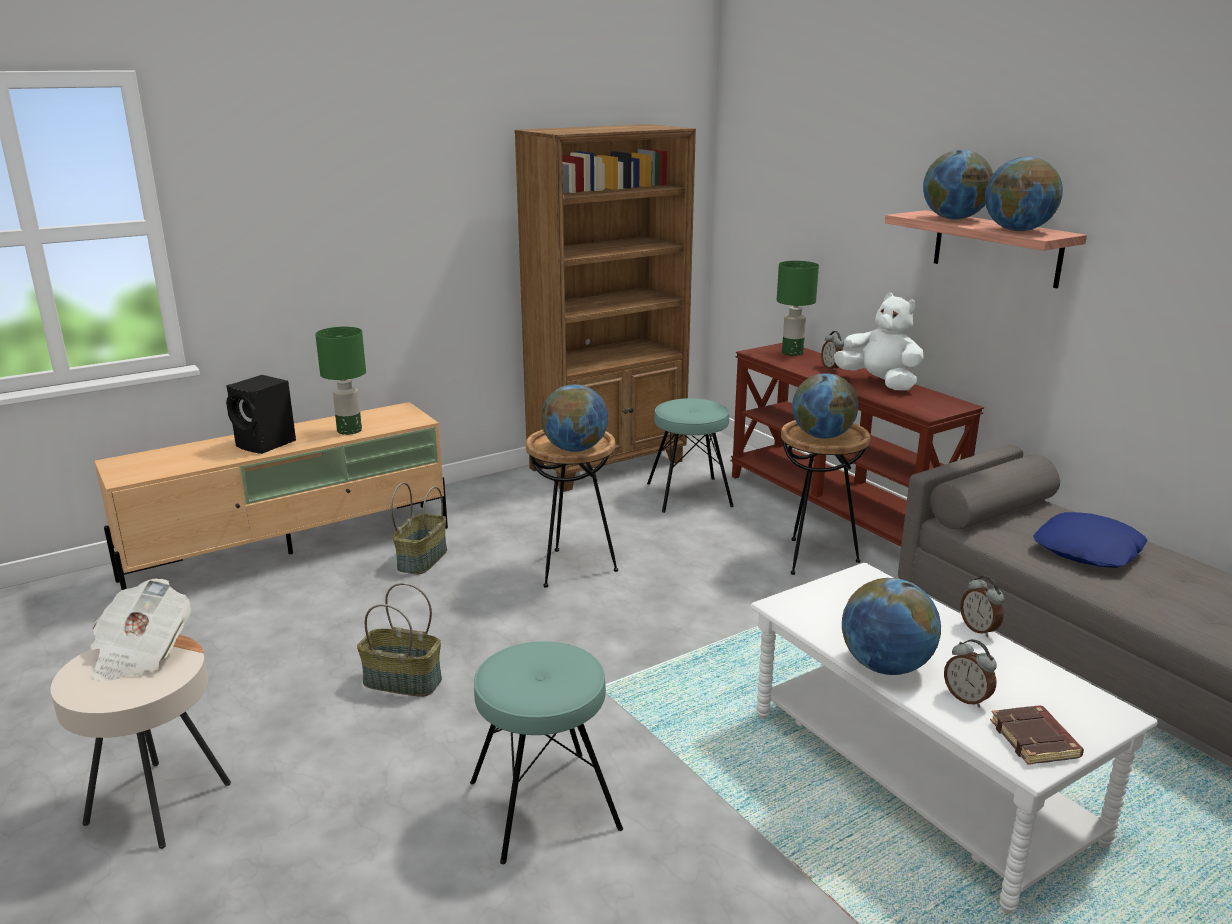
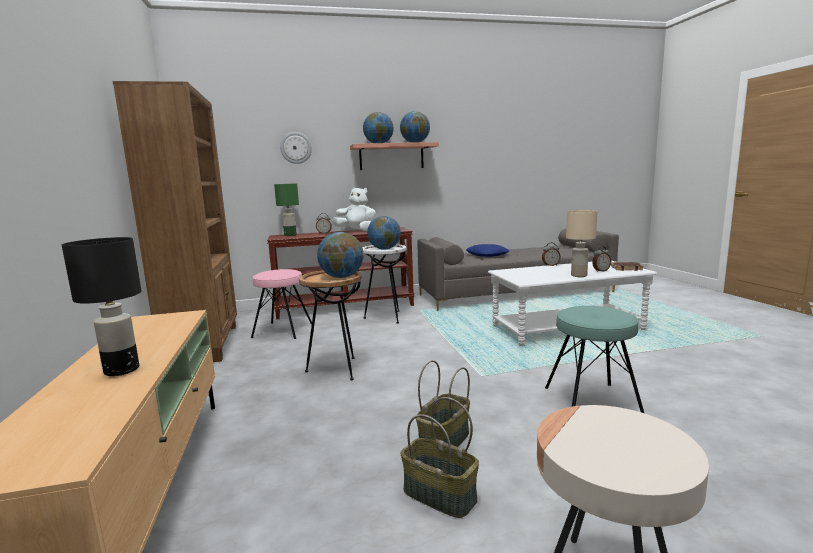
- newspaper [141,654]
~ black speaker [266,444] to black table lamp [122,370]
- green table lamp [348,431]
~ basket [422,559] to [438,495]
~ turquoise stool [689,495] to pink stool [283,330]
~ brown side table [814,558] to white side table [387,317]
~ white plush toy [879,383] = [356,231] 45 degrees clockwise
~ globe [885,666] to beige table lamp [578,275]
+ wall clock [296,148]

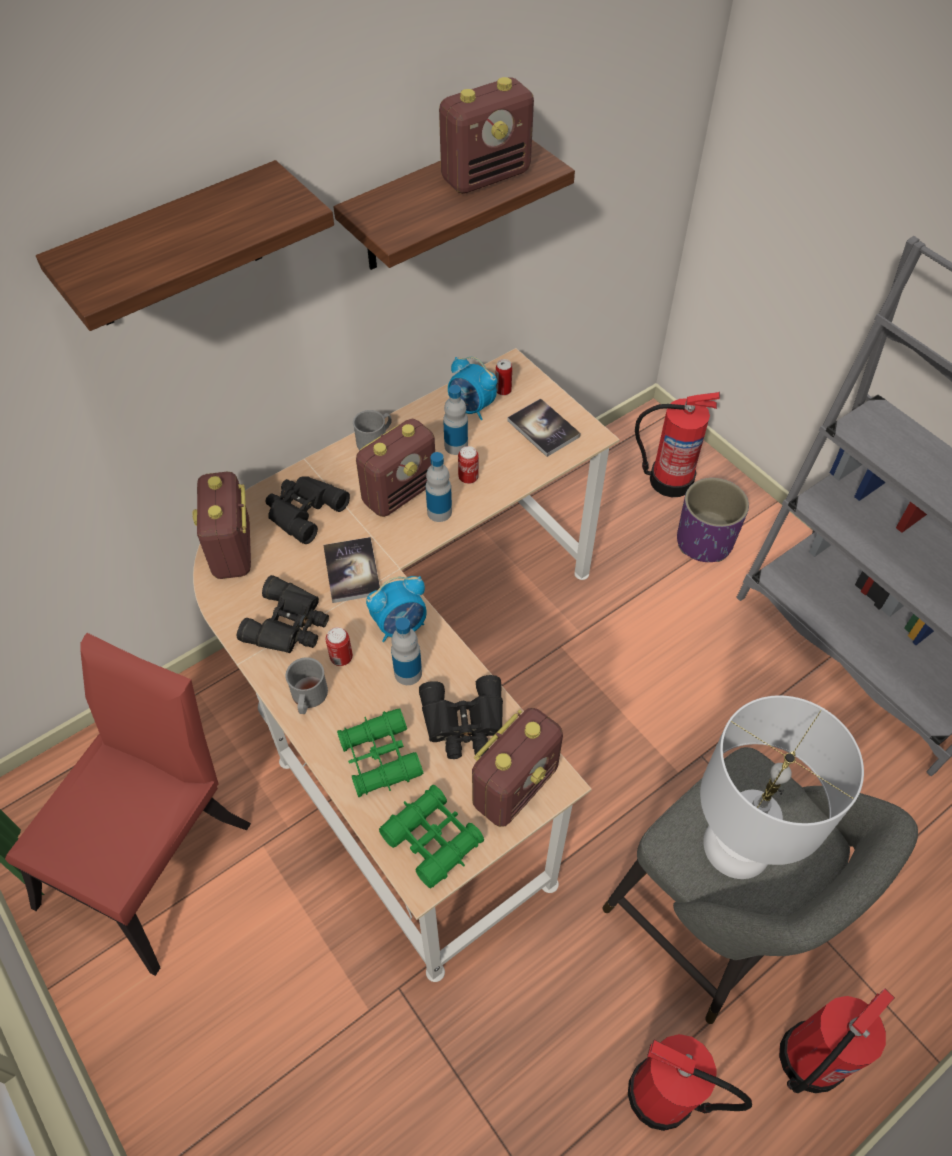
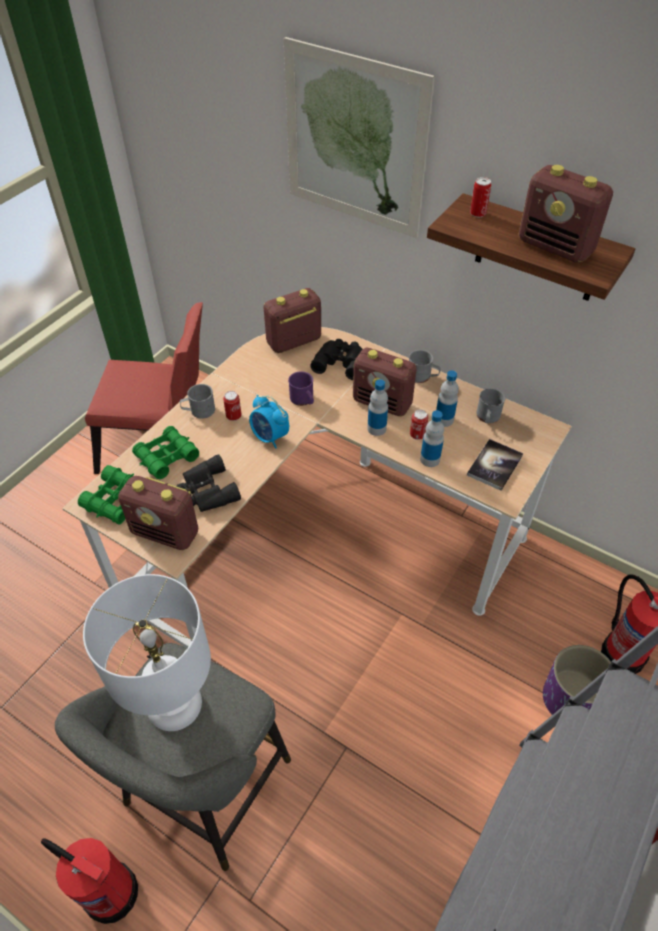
~ shelf [173,248] to picture [354,141]
- black binoculars [289,624]
~ book [352,571] to purple mug [303,400]
~ bottle [408,673] to [430,459]
~ alarm clock [471,408] to grey mug [487,417]
~ can [503,390] to [477,213]
- fire extinguisher [662,1096]

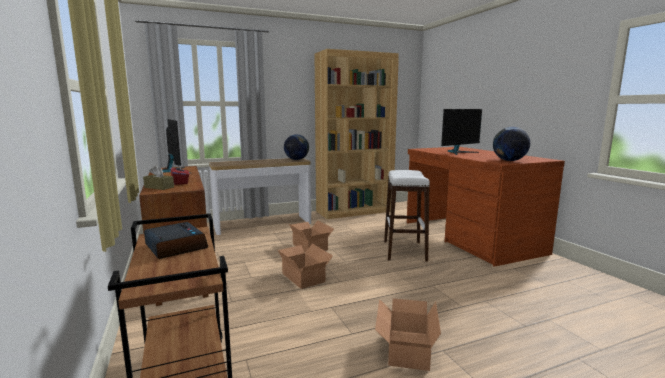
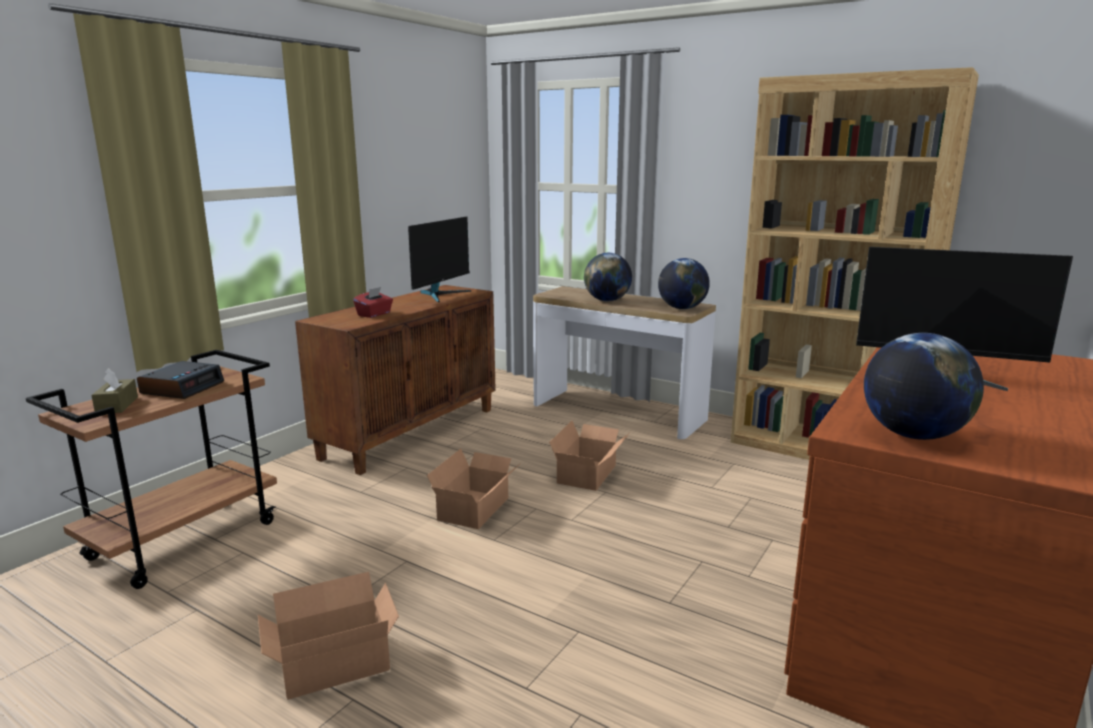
~ brown tissue box [159,187] to [117,405]
- white stool [404,250]
+ globe [607,301]

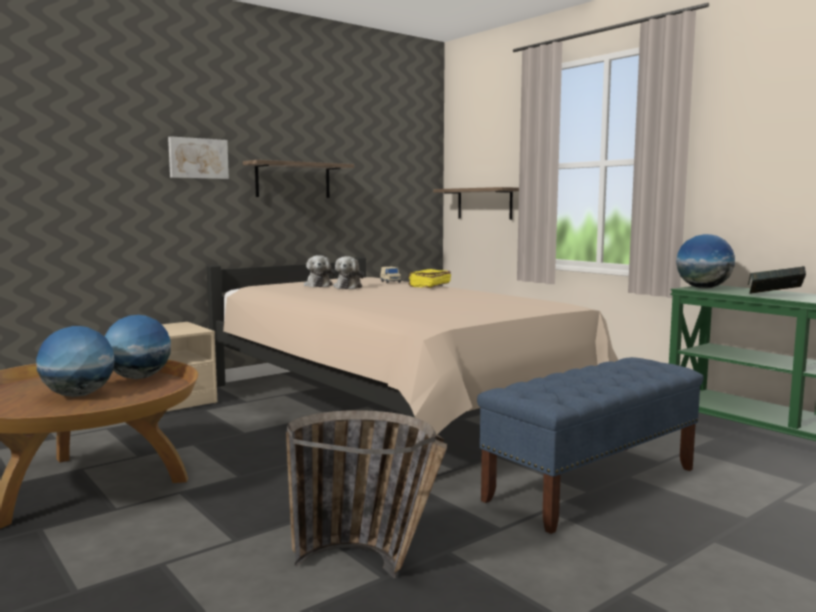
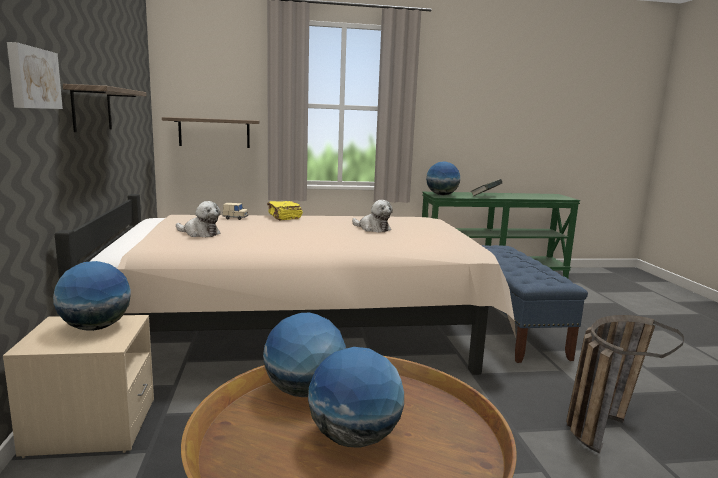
~ plush toy [348,287] to [373,229]
+ globe [96,327]

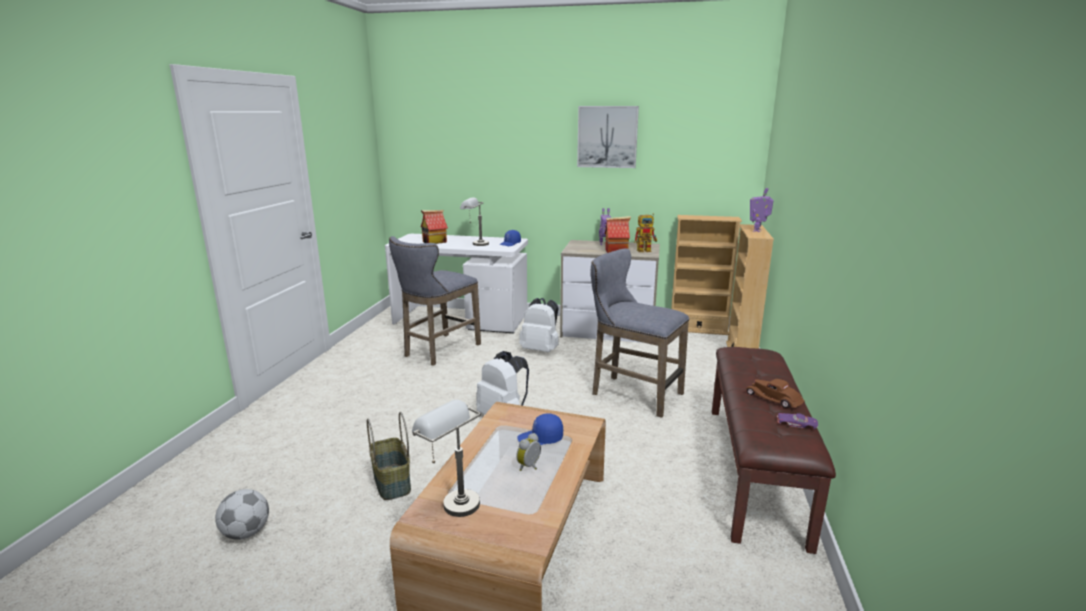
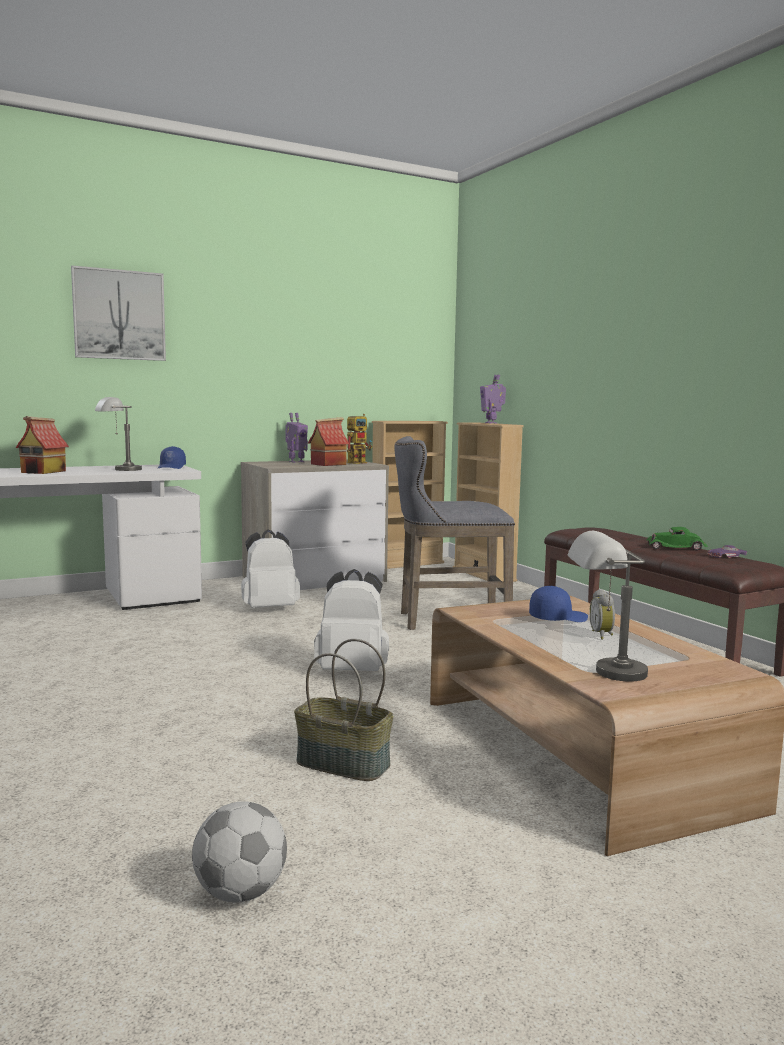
- grey stool [438,351]
~ blue cap [540,439] = [557,618] 150 degrees counterclockwise
~ picture [607,137] to [119,315]
~ brown toy car [774,398] to green toy car [676,548]

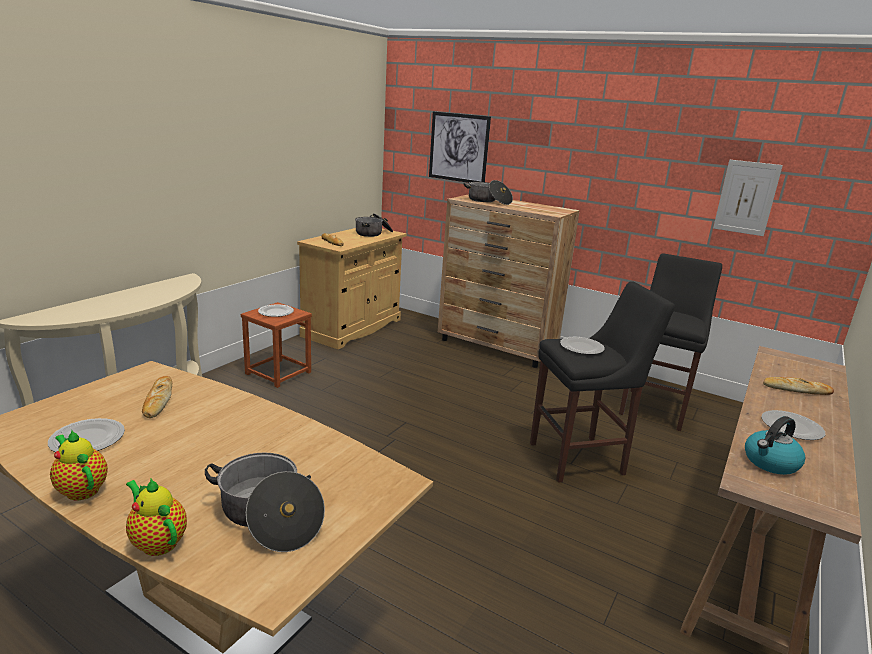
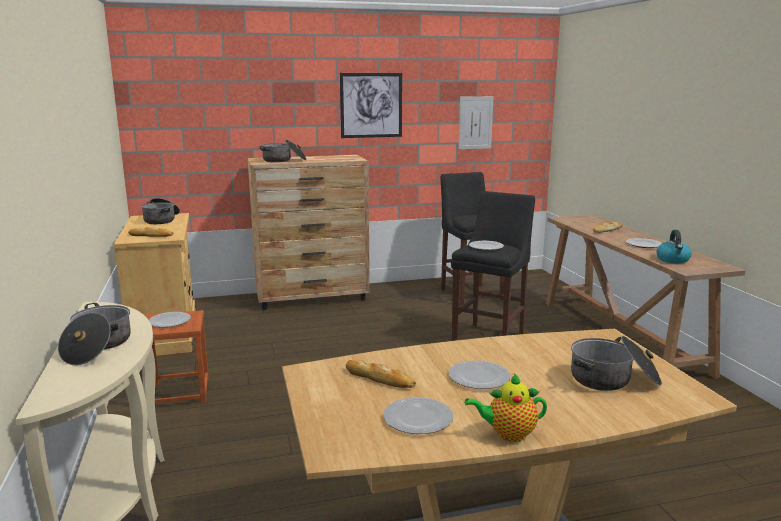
- teapot [157,541]
~ picture [458,147] to [371,105]
+ cooking pot [97,347]
+ plate [478,377]

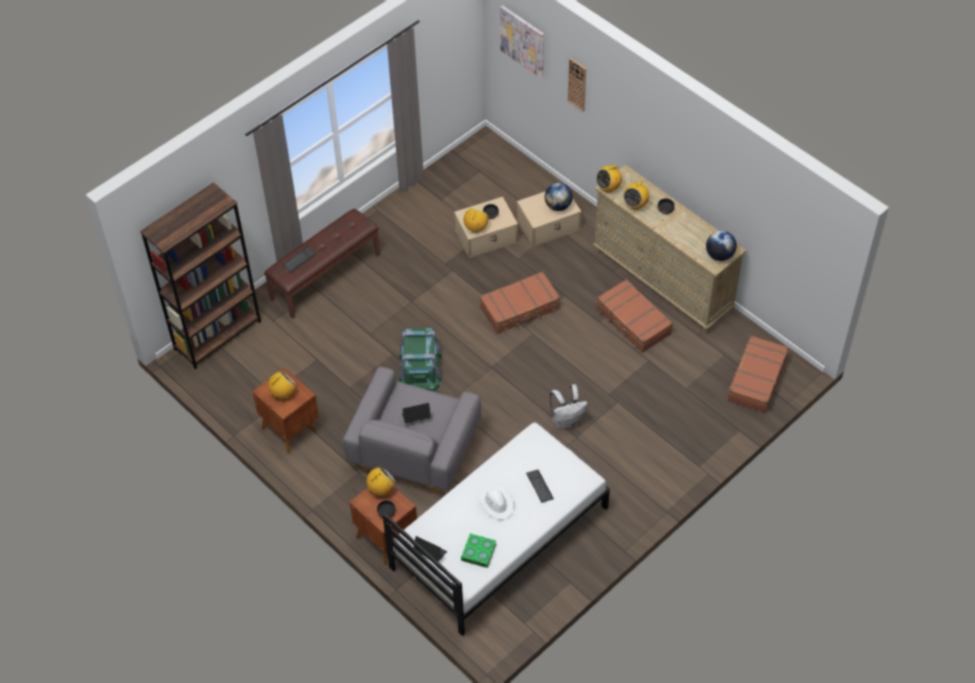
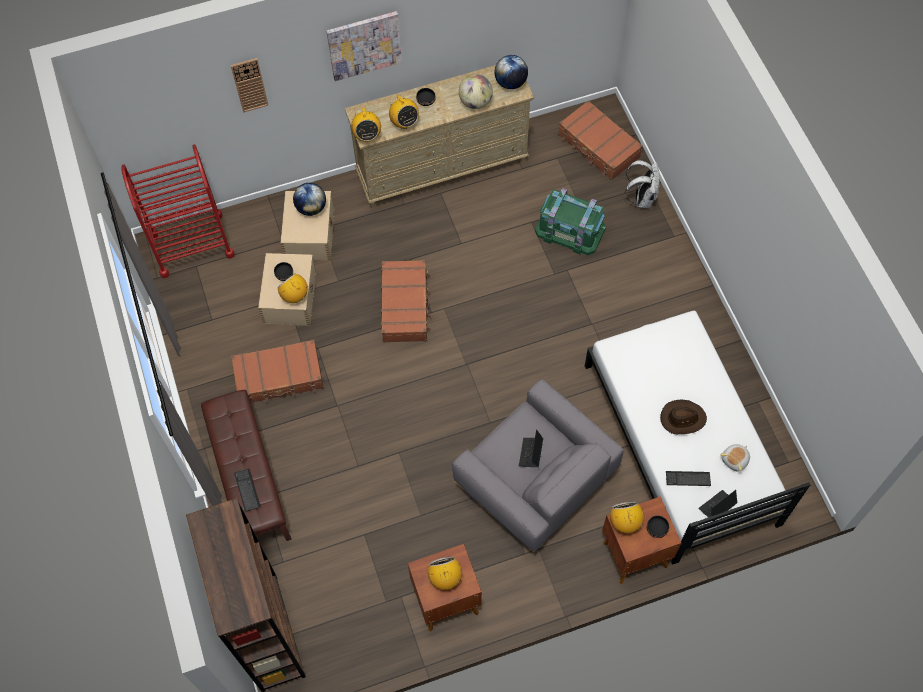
~ green storage box [420,367] to [570,229]
~ book [478,552] to plush toy [735,460]
~ white hat [496,503] to brown hat [682,418]
~ picture [523,41] to [364,45]
~ keyboard [539,486] to [688,479]
~ white backpack [566,421] to [641,198]
~ brown suitcase [633,322] to [279,377]
+ red cart [191,244]
+ globe [475,102]

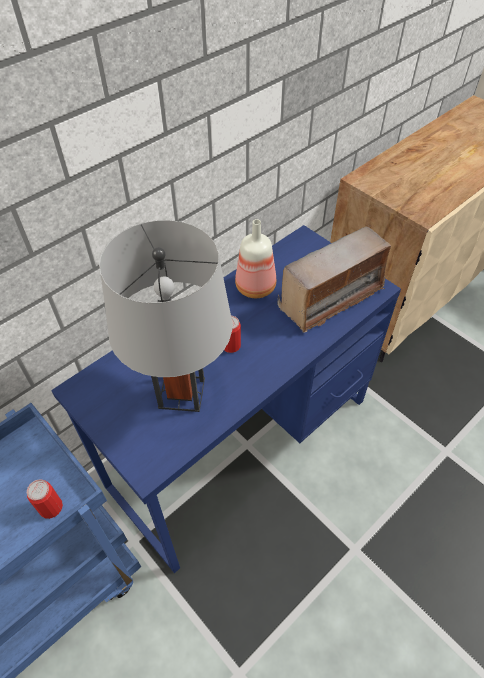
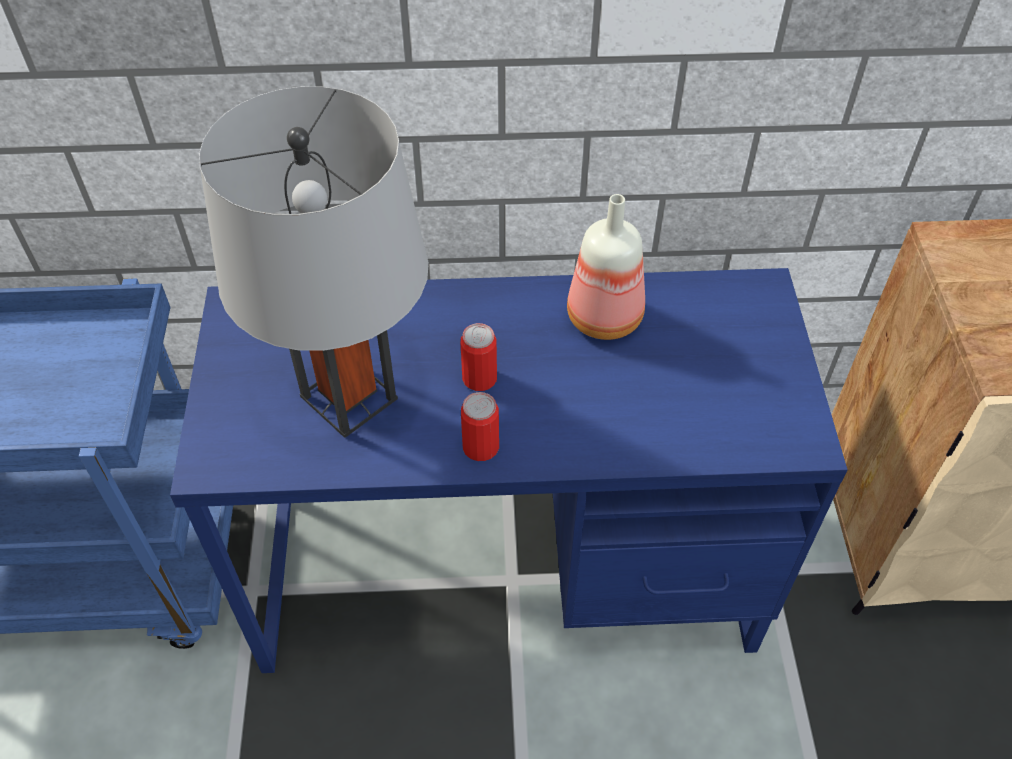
~ can [51,507] to [480,447]
- radio [331,298]

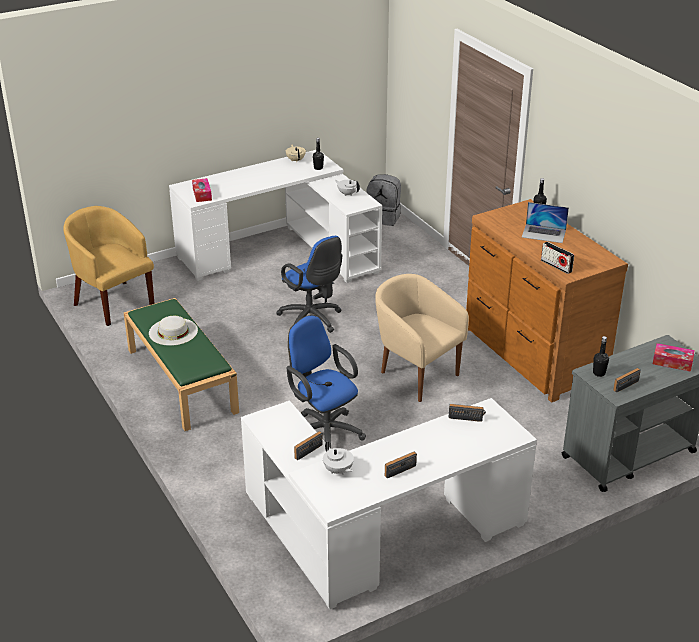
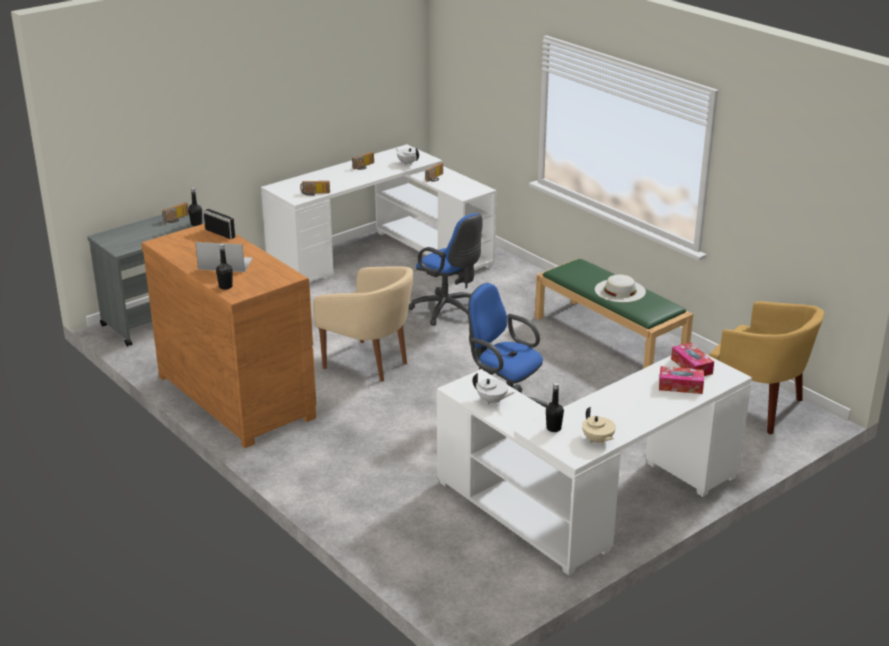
- grey backpack [384,218]
~ tissue box [672,362] to [680,386]

